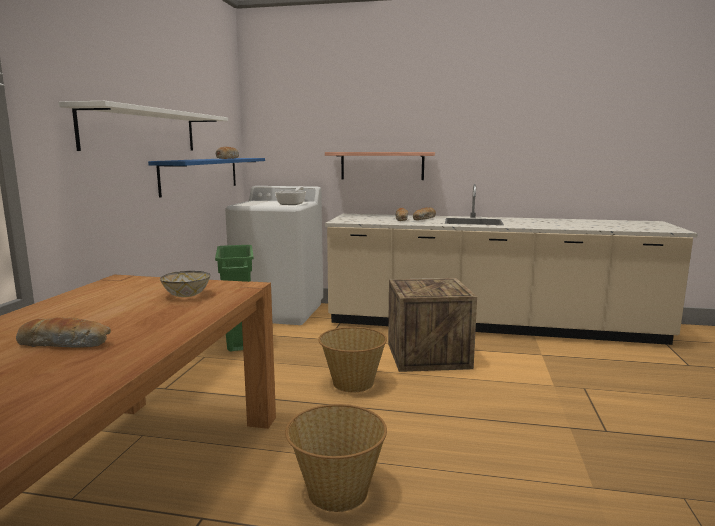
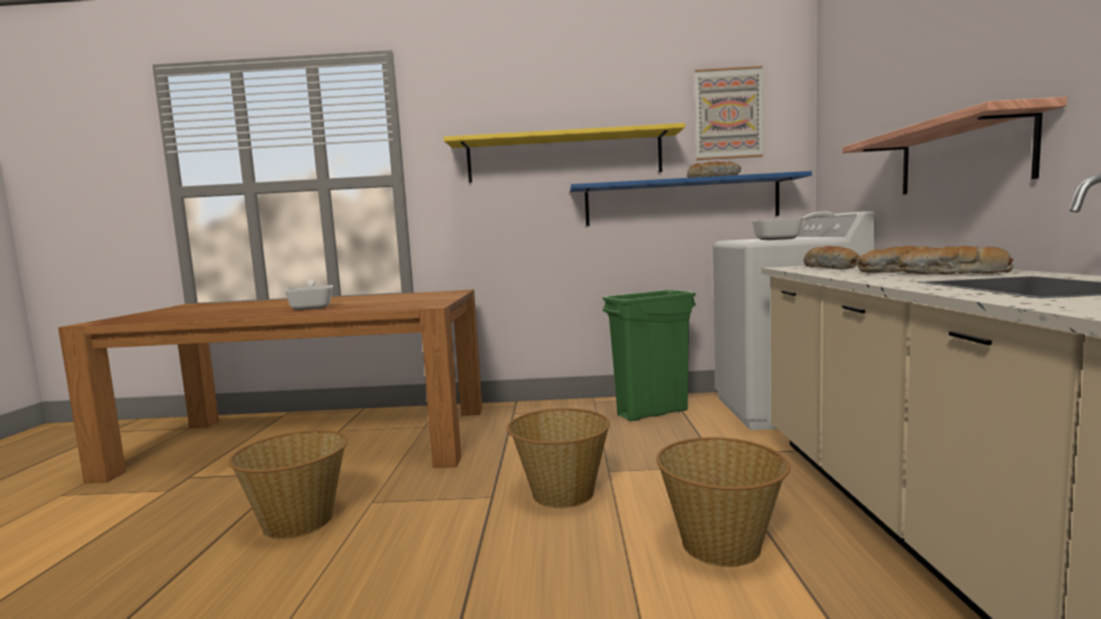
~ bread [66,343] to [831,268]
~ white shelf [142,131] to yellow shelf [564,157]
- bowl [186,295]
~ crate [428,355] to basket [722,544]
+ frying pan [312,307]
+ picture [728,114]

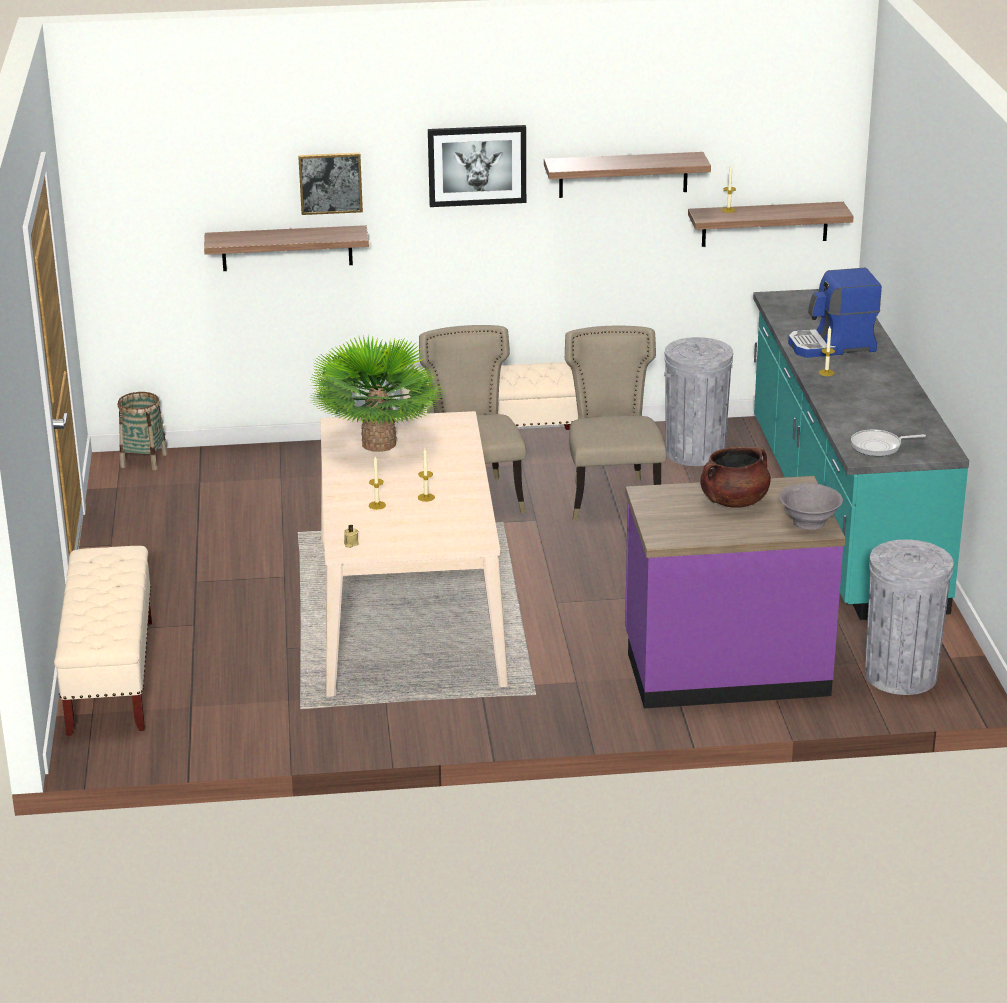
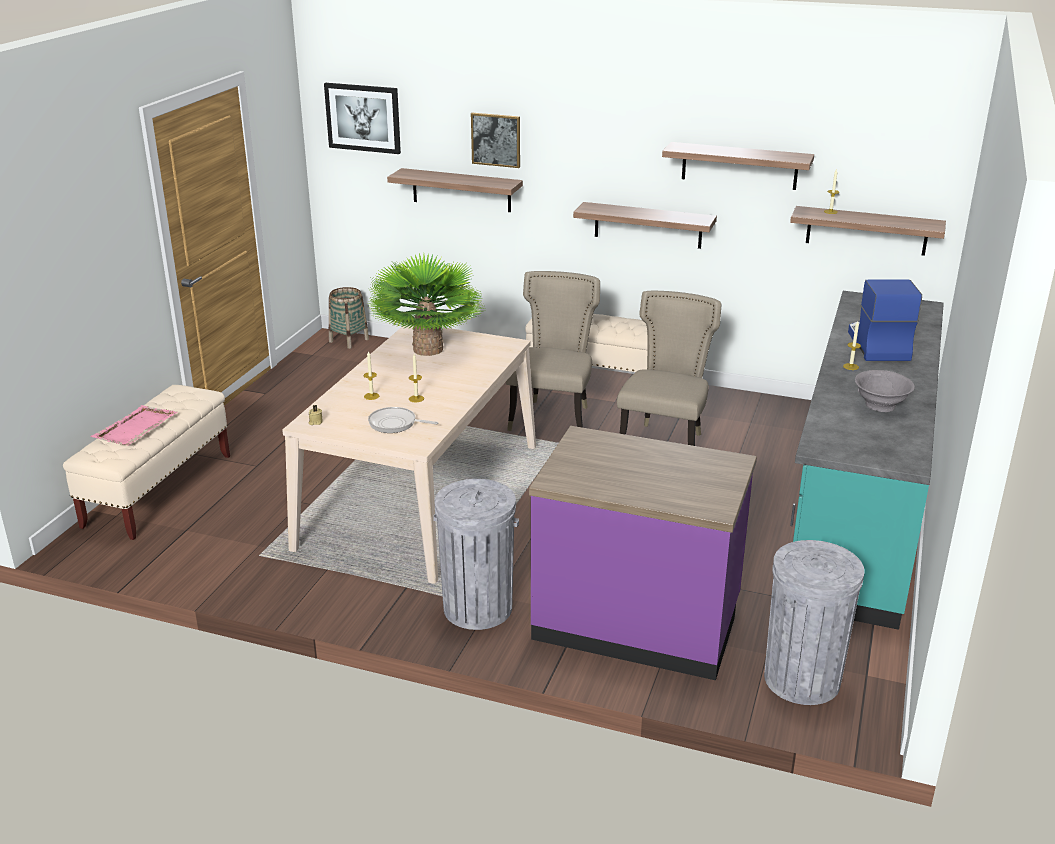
~ picture [477,165] to [363,118]
~ grey trash can [695,452] to [477,608]
- brown cooking pot [734,501]
~ grey bowl [809,522] to [880,405]
~ coffee machine [832,346] = [877,345] 75 degrees clockwise
~ frying pan [879,446] to [395,424]
+ pink tray [135,428]
+ shelf [648,225]

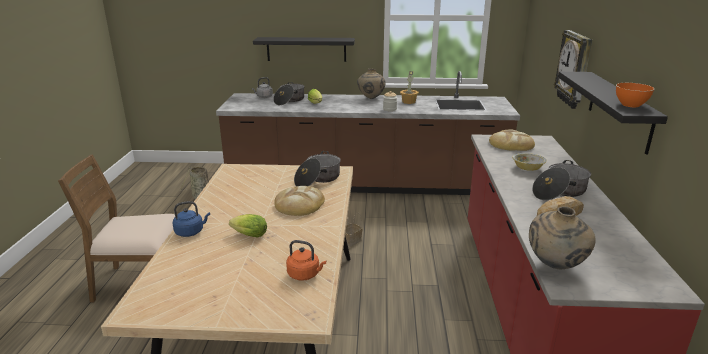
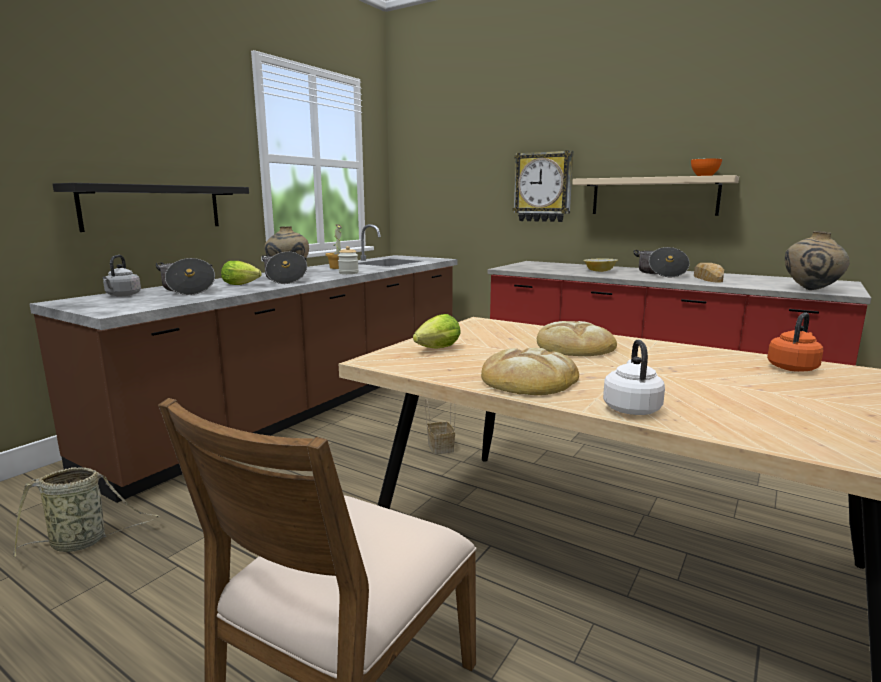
~ blue kettle [191,232] to white kettle [631,408]
~ lettuce [248,235] to [435,349]
~ cooking pot [318,179] to [285,279]
~ bread [510,144] to [529,380]
~ black shelf [619,110] to beige shelf [653,196]

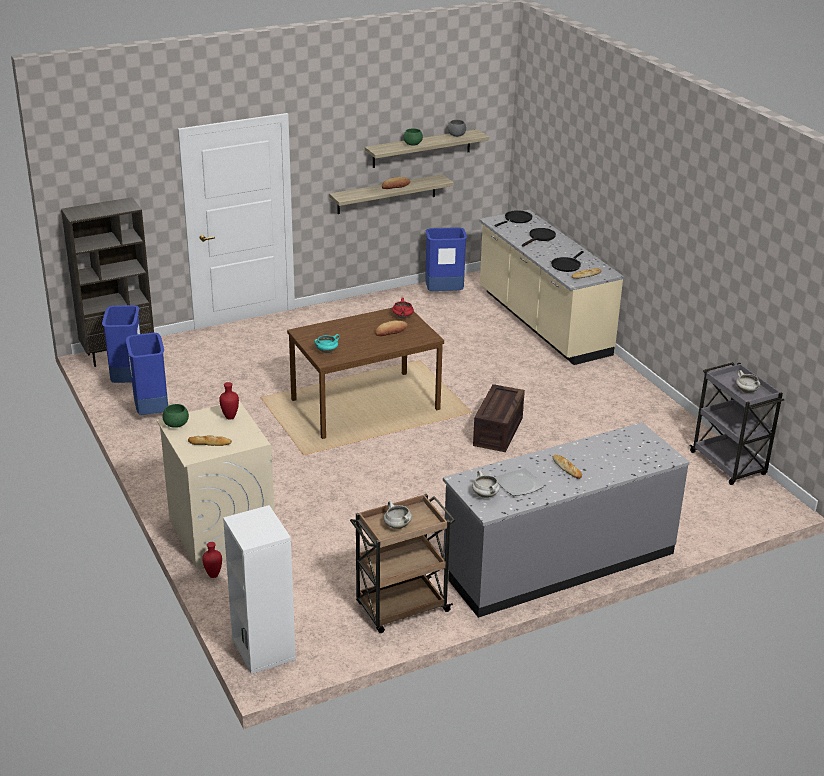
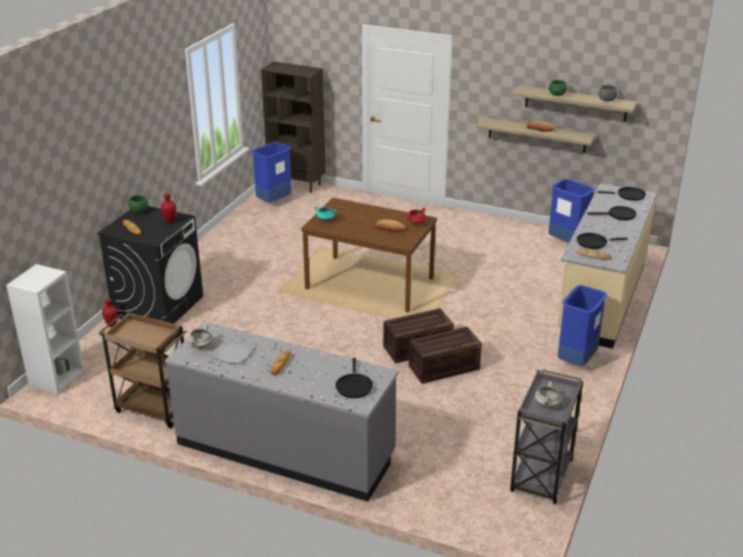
~ blue trash can [151,411] to [576,360]
~ beige washing machine [221,531] to black washing machine [158,306]
- white cooking pot [397,525]
+ black frying pan [354,386]
+ crate [443,368]

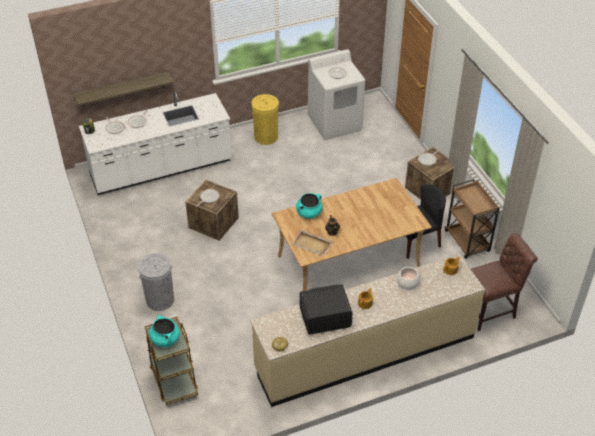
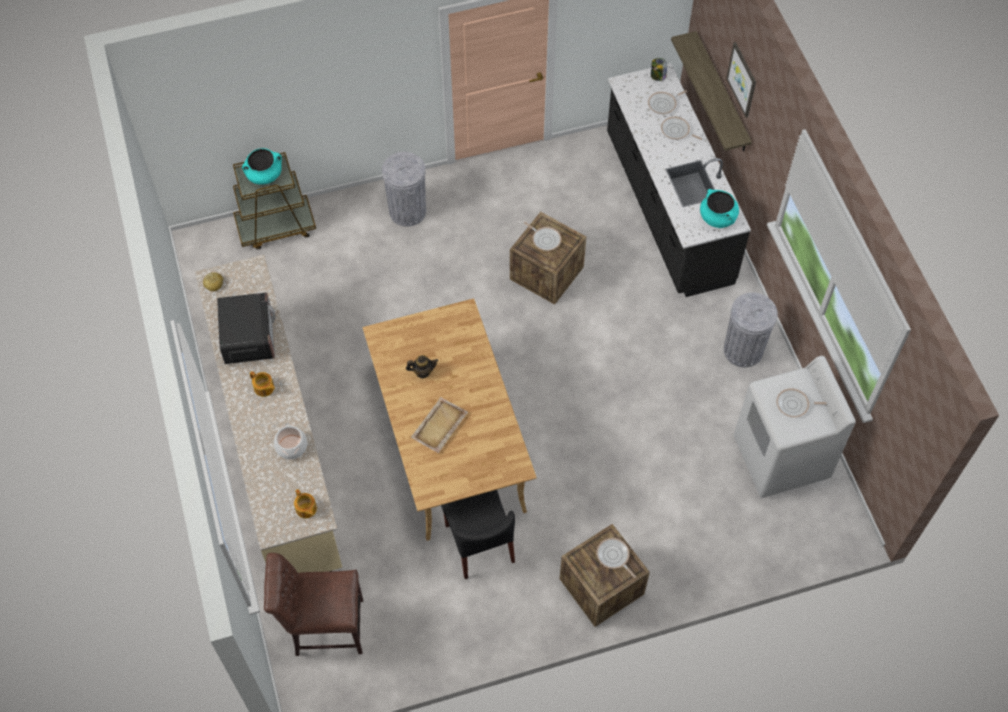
~ white counter [161,169] to black counter [667,209]
~ yellow trash can [266,137] to grey trash can [743,350]
~ beige tray [312,244] to [439,426]
~ turquoise cooking pot [309,213] to [718,217]
- brown cart [467,242]
~ brown chair [490,310] = [324,627] 105 degrees clockwise
+ picture [742,79]

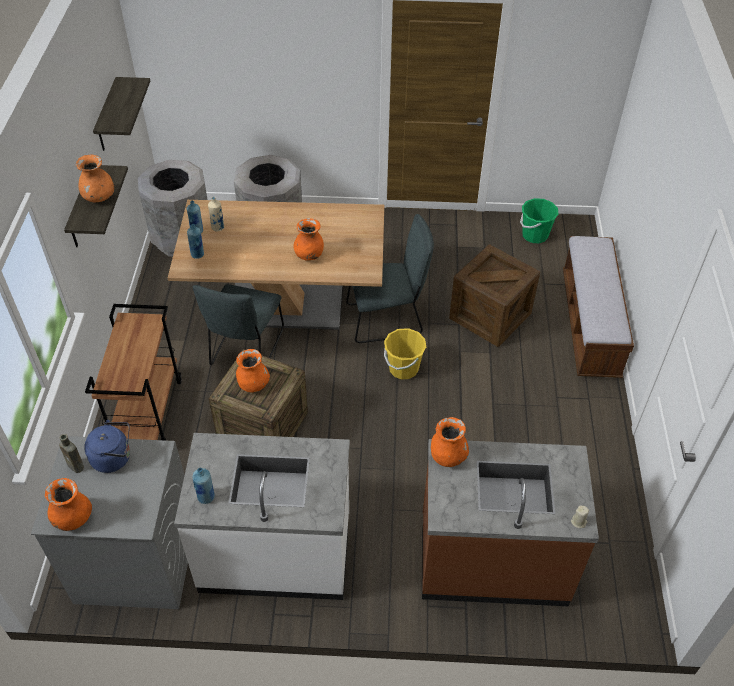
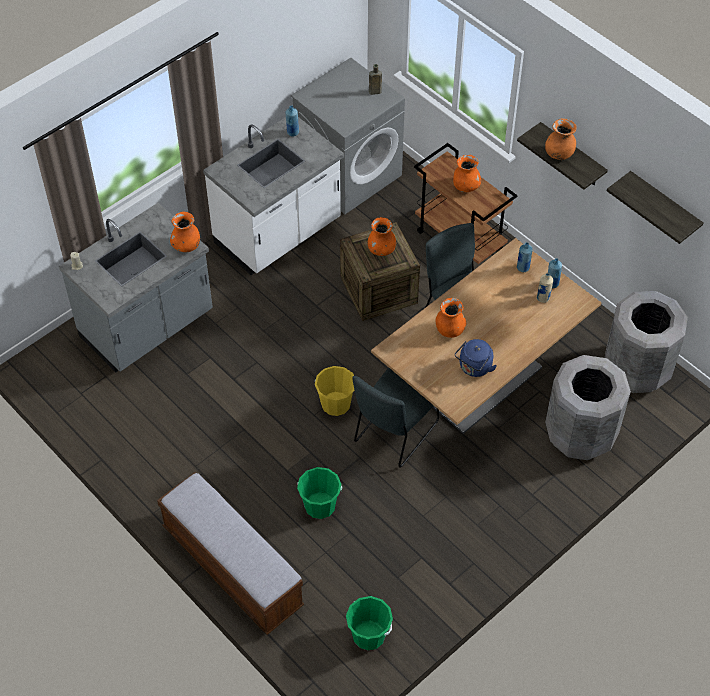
~ orange vase [73,518] to [466,186]
~ blue kettle [114,458] to [474,368]
~ brown counter [492,559] to grey counter [147,327]
~ crate [490,316] to green bucket [320,505]

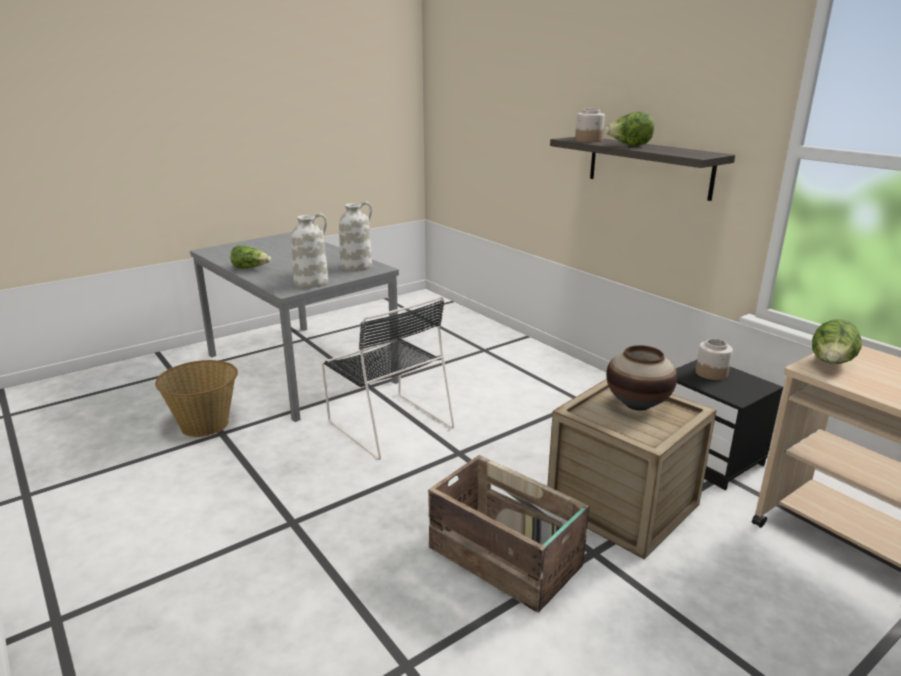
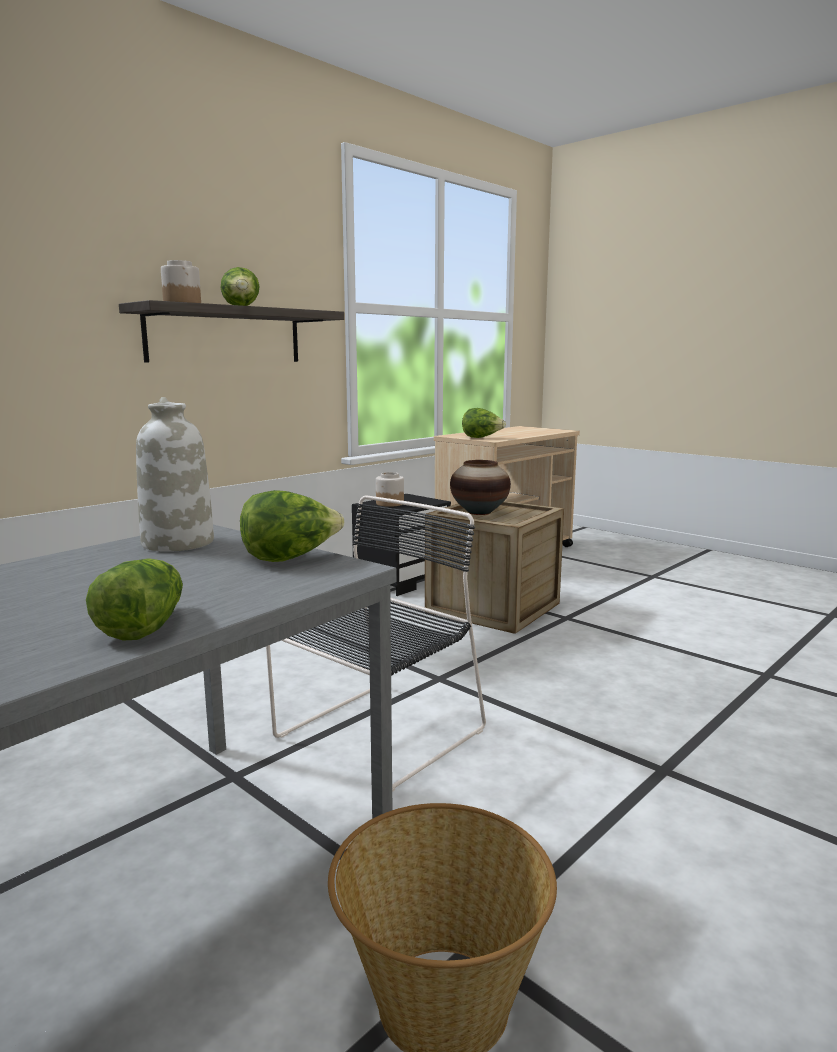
~ white vase [312,282] to lettuce [290,558]
- crate [506,558]

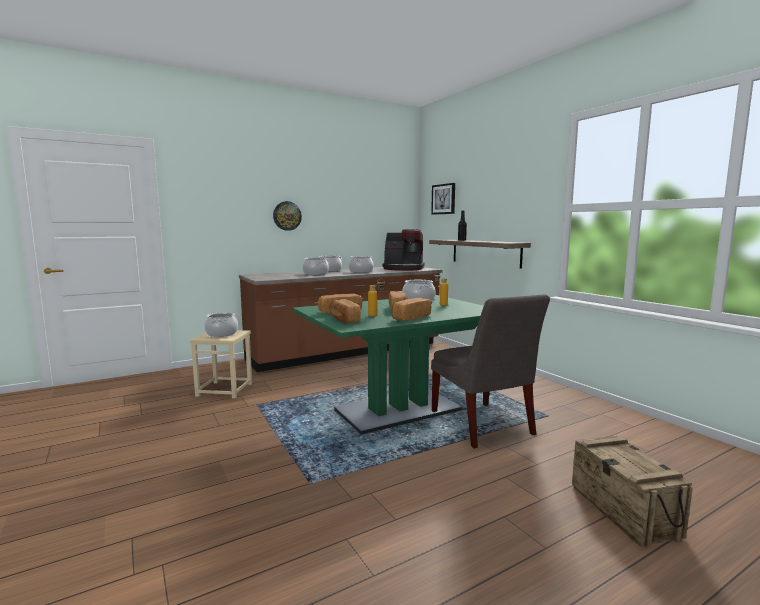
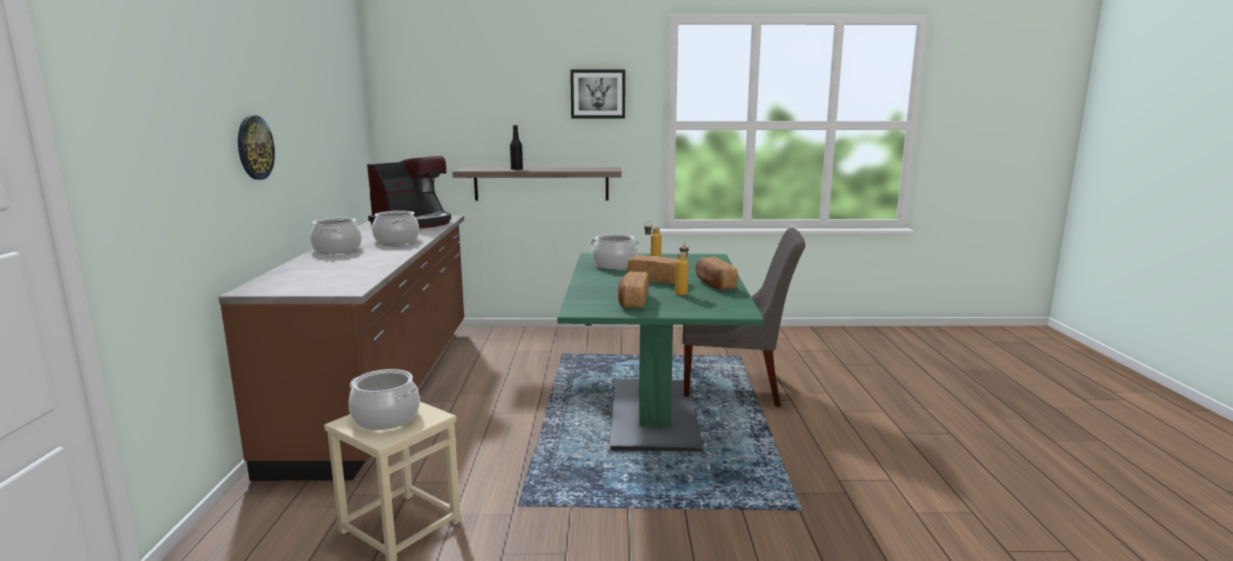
- cooking pot [315,274]
- bread [343,320]
~ picture [443,199] to [598,94]
- crate [624,510]

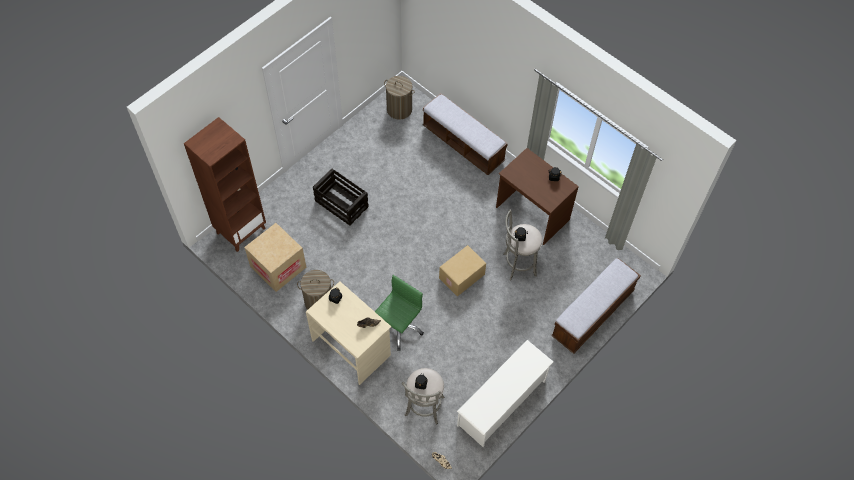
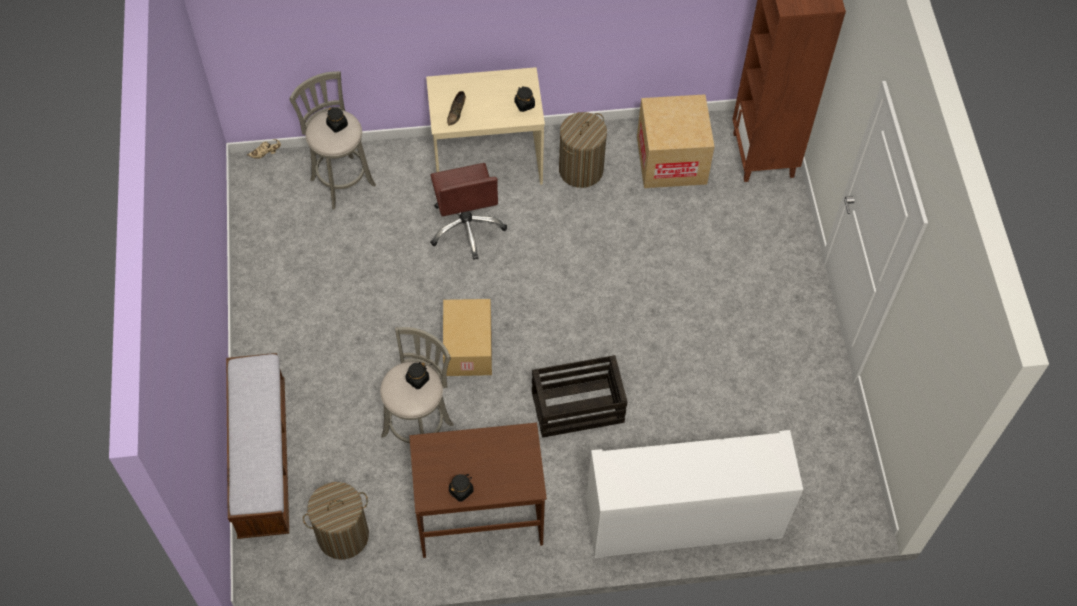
~ crate [341,204] to [578,407]
~ green office chair [398,327] to brown office chair [467,227]
~ laundry basket [399,109] to [343,535]
~ bench [463,144] to white cabinet [683,520]
- white shoe rack [502,403]

